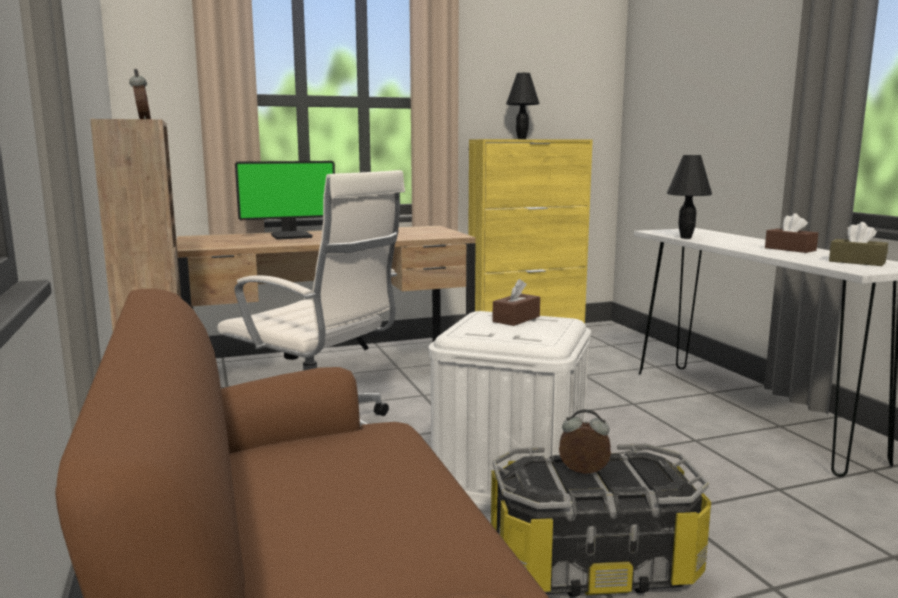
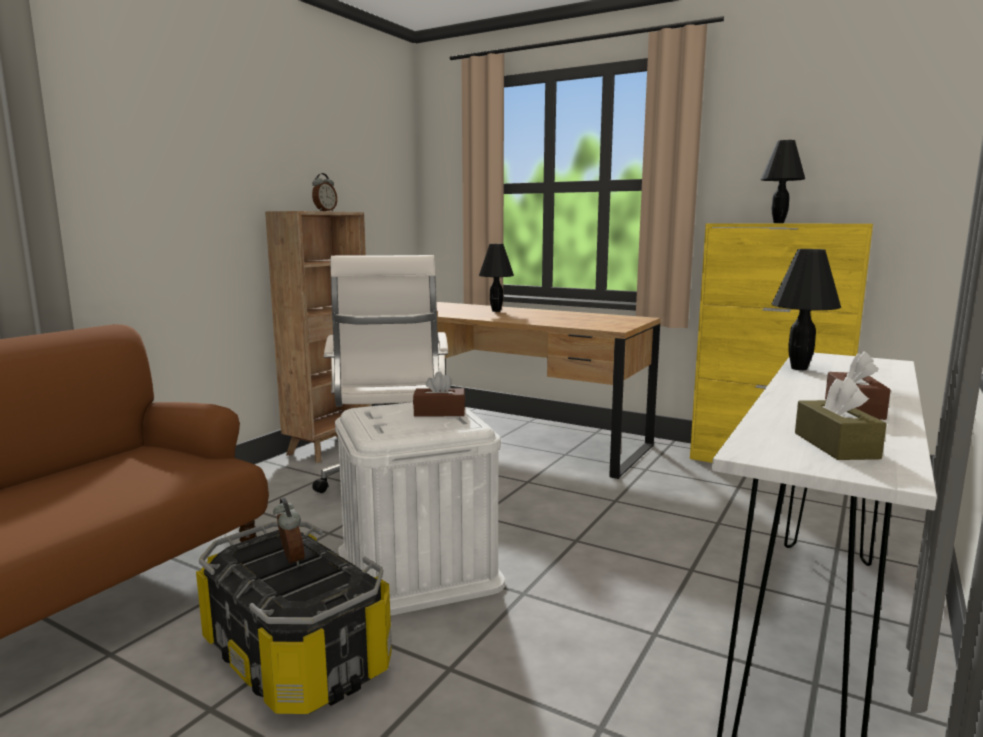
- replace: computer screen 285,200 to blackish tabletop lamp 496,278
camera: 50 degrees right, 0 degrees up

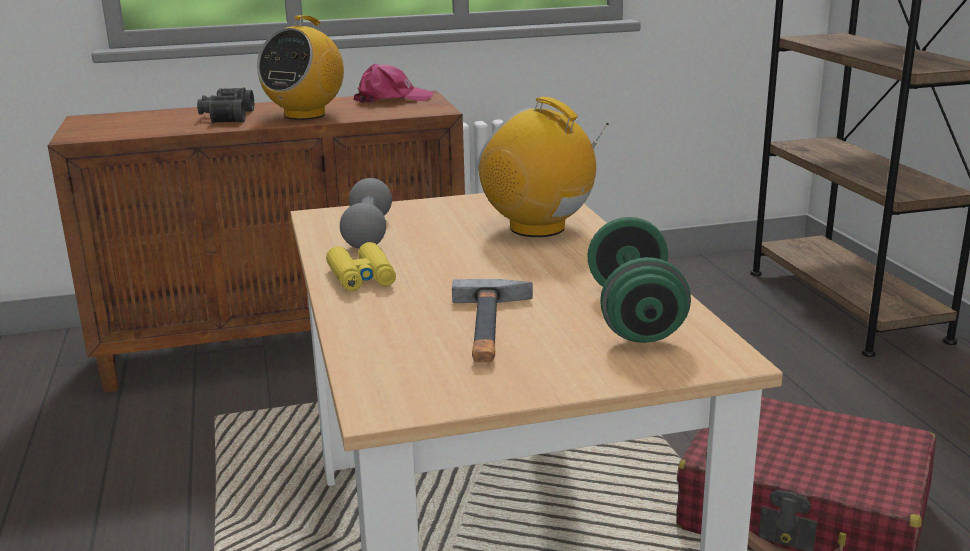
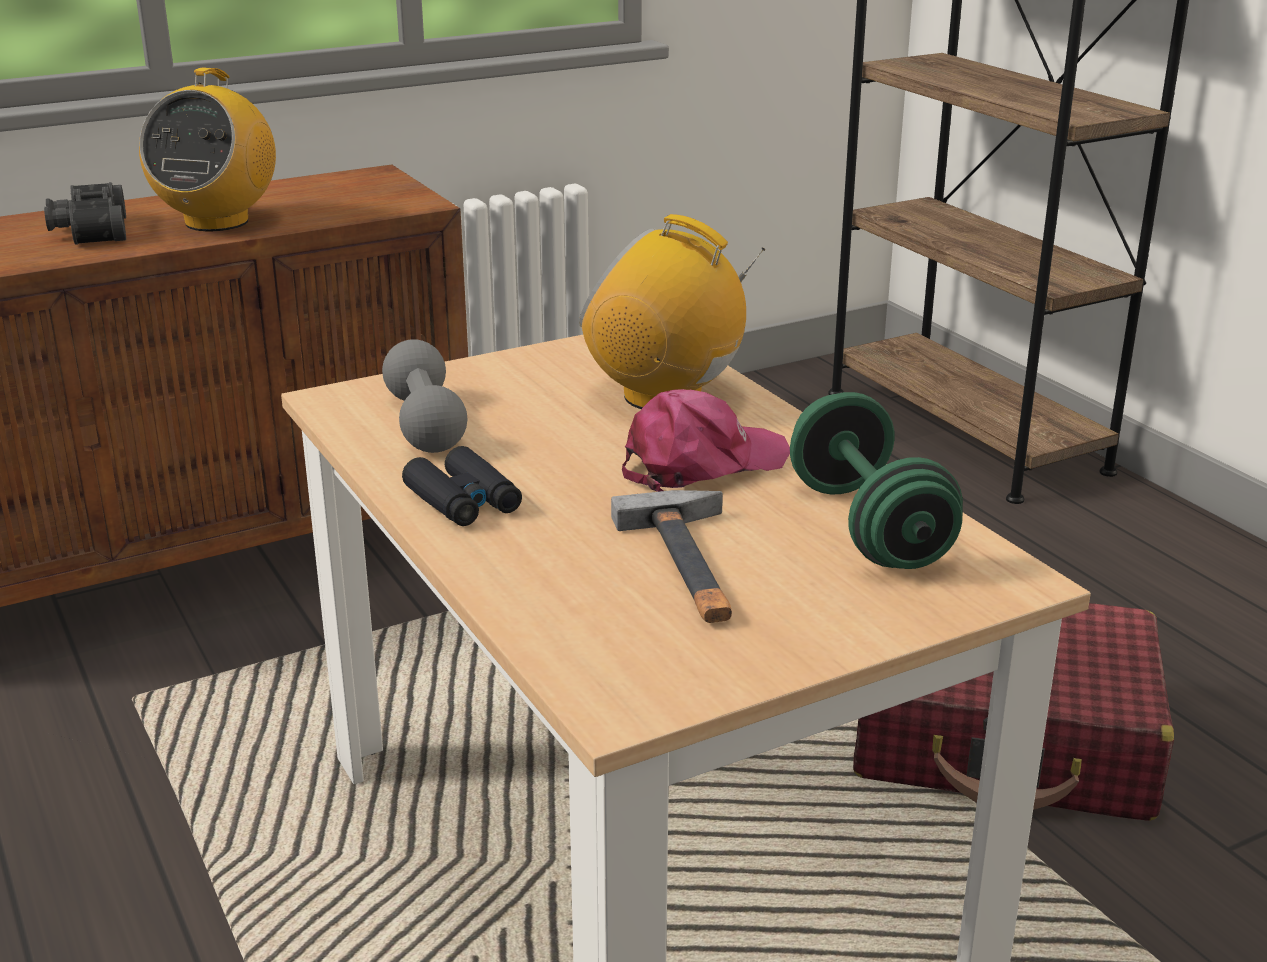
- move: pink cap 393,83 to 706,440
- recolor: yellow-coloured pair of binoculars 361,266 to blackish pair of binoculars 462,486
camera: 15 degrees left, 5 degrees up

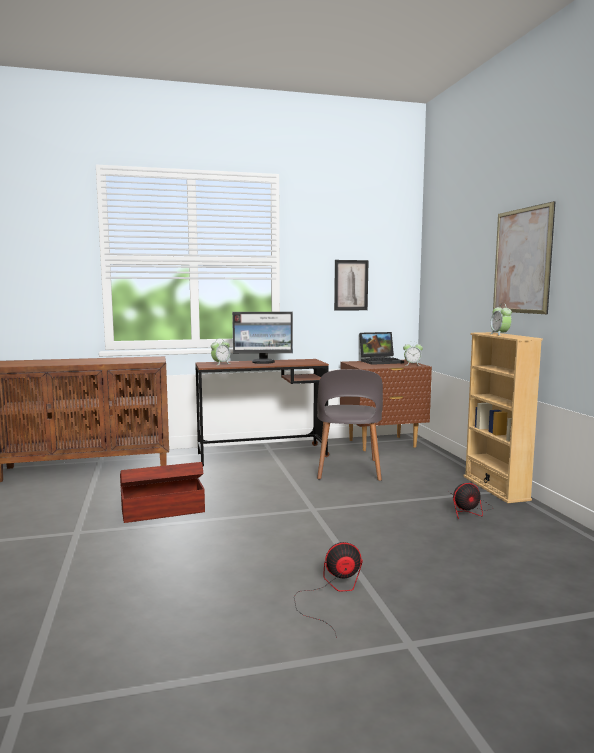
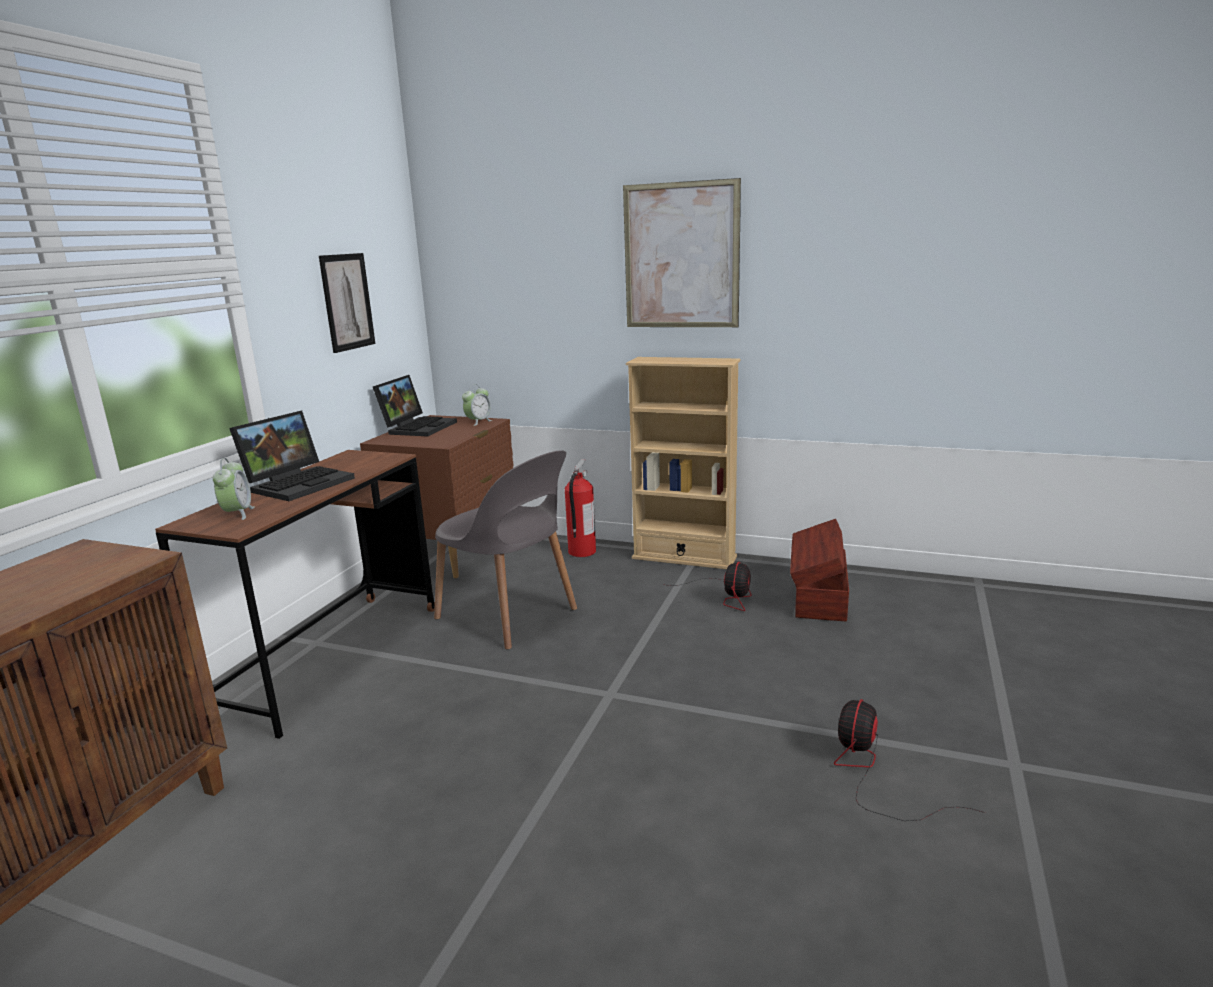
- delete: alarm clock 501,320
- insert: fire-fighting cylinder 580,508
- move: brown-coloured storage bin 162,492 to 819,570
- replace: computer screen 262,338 to notebook computer 292,455
camera: 55 degrees left, 10 degrees up

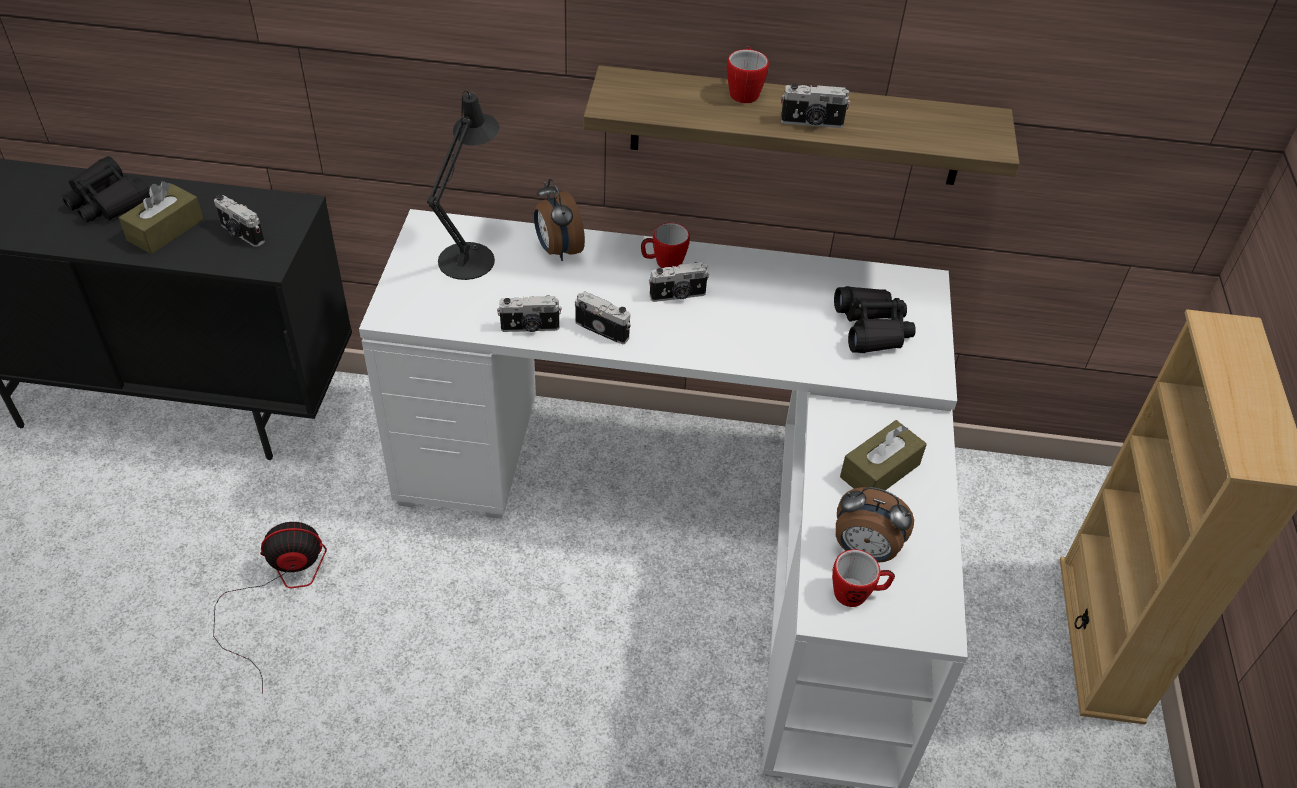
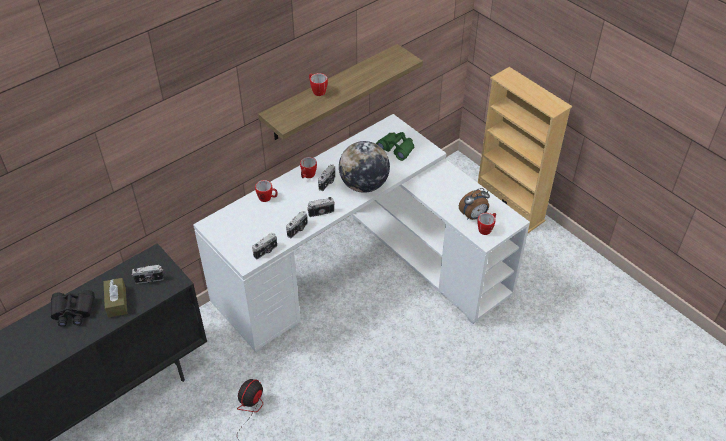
- delete: blackish tabletop lamp 463,185
- delete: brown-coloured tissue holder 883,455
- insert: world globe 364,167
- move: still camera 815,105 to 264,246
- replace: alarm clock 559,220 to coffee mug 266,191
- recolor: blackish pair of binoculars 875,319 to green pair of binoculars 395,146
camera: 45 degrees left, 0 degrees up

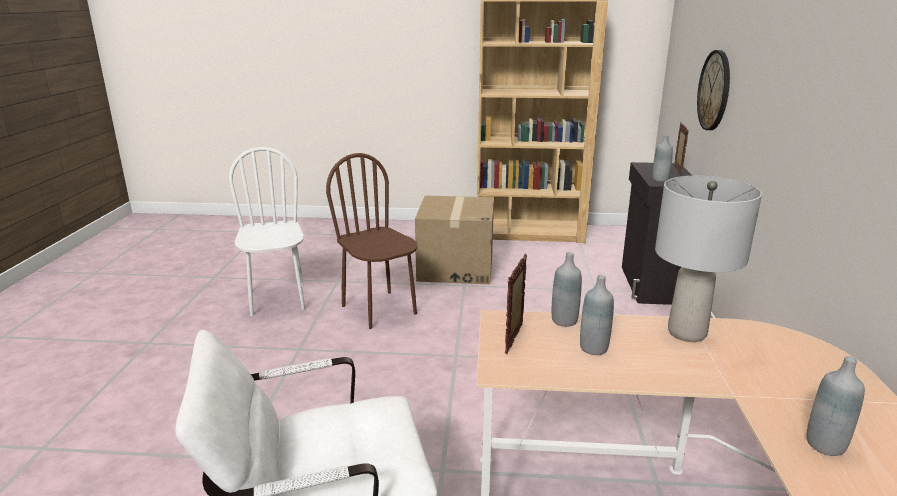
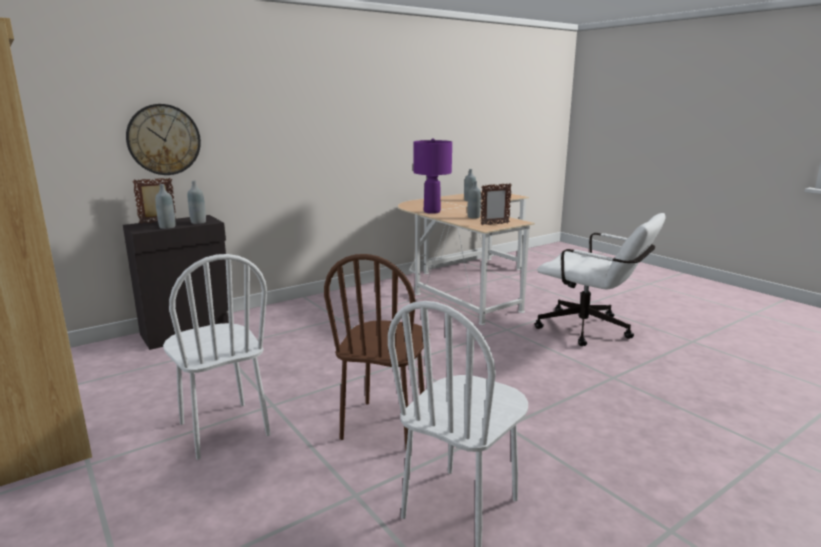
- move: greyish drink bottle 567,289 to 165,206
- replace: cardboard box 454,240 to white-coloured upright chair 217,357
- recolor: greyish tabletop lamp 708,259 to purplish tabletop lamp 432,176
camera: 130 degrees left, 5 degrees down

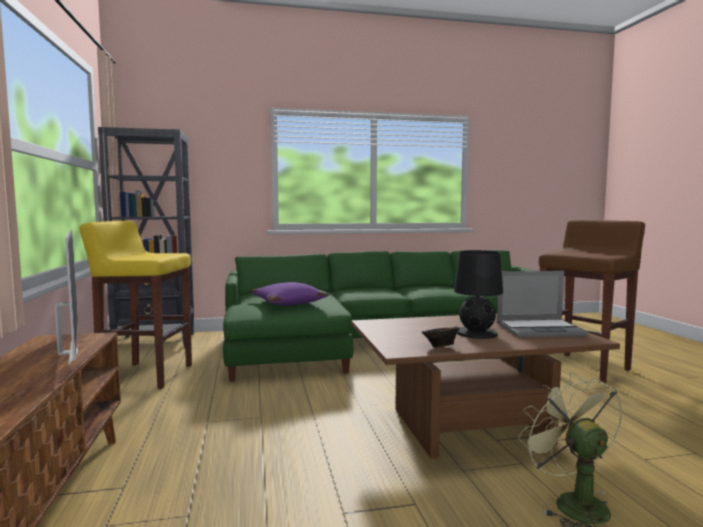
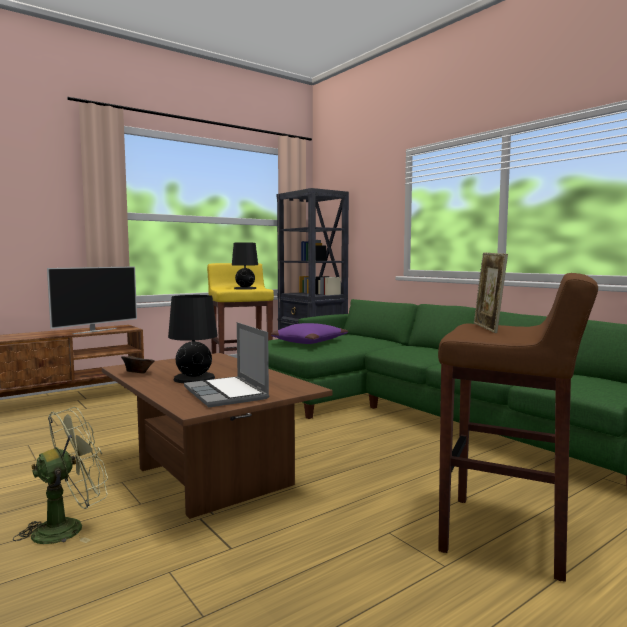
- insert: blackish tabletop lamp 245,266
- insert: picture frame 491,292
camera: 65 degrees right, 0 degrees up

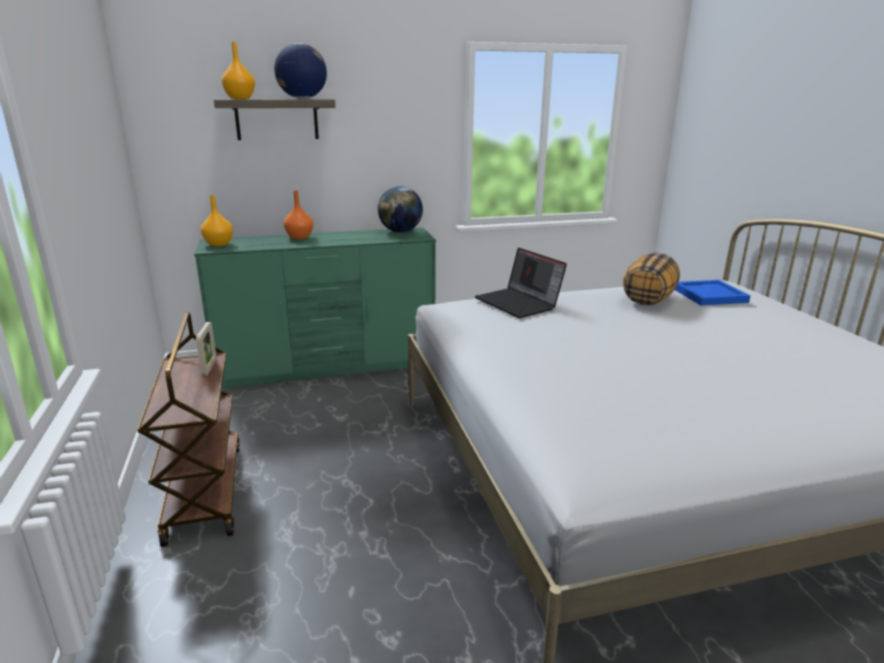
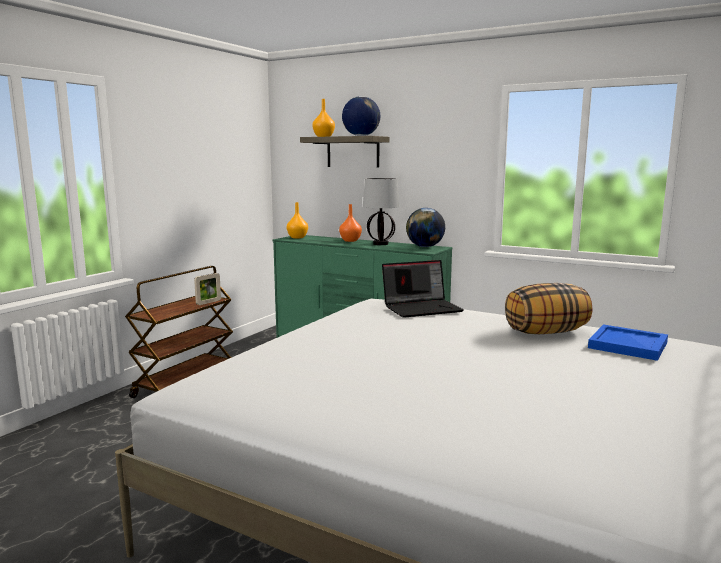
- insert: tabletop lamp 381,211
- rotate: notebook computer 521,283 = 423,289 120 degrees counterclockwise
camera: 45 degrees right, 10 degrees down

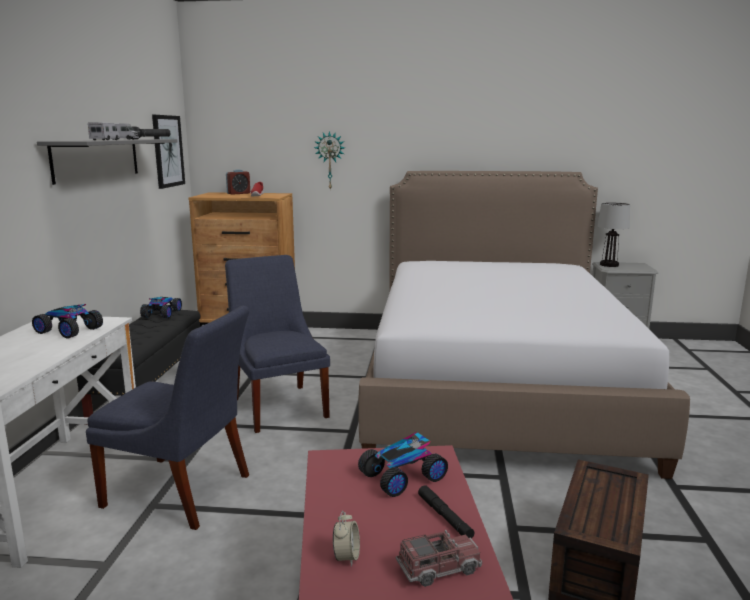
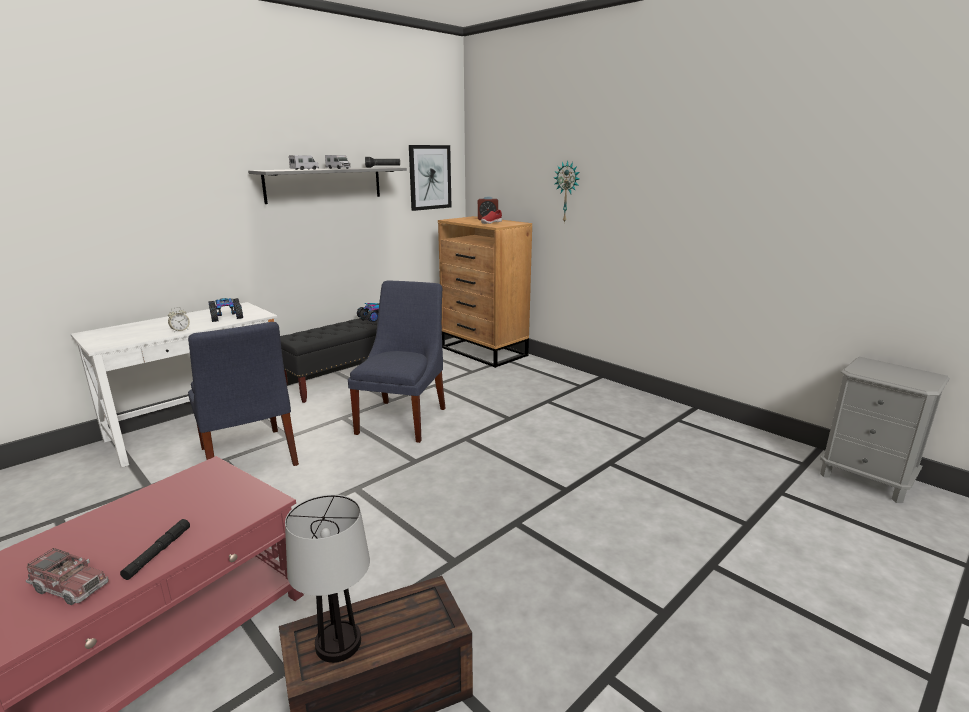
- delete: bed 524,325
- delete: miniature car 403,464
- move: alarm clock 346,538 to 179,320
- move: tabletop lamp 613,234 to 327,578
camera: 40 degrees right, 5 degrees up

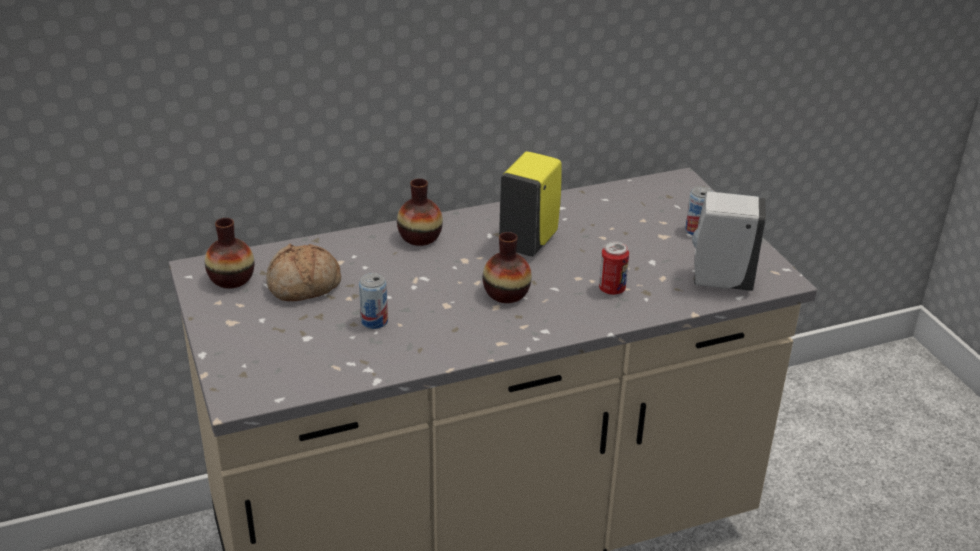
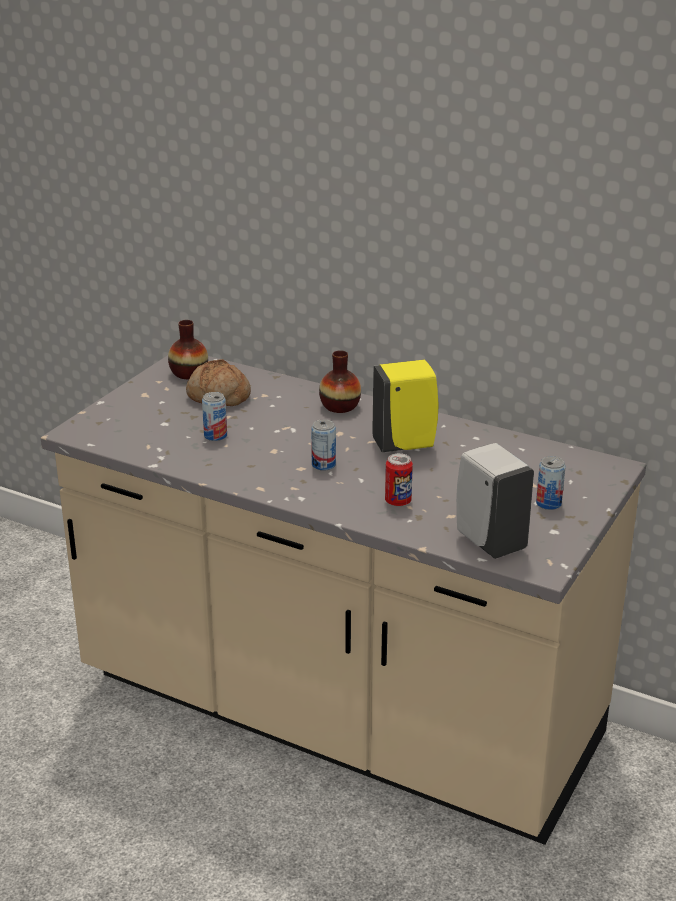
- replace: flower vase 507,267 to metal can 323,445
camera: 50 degrees right, 5 degrees down

